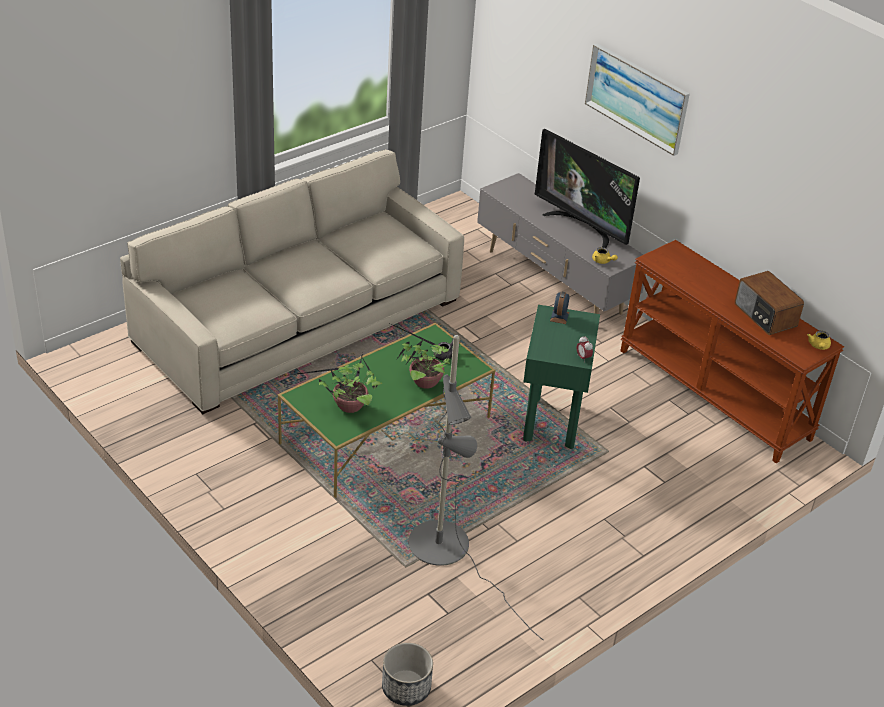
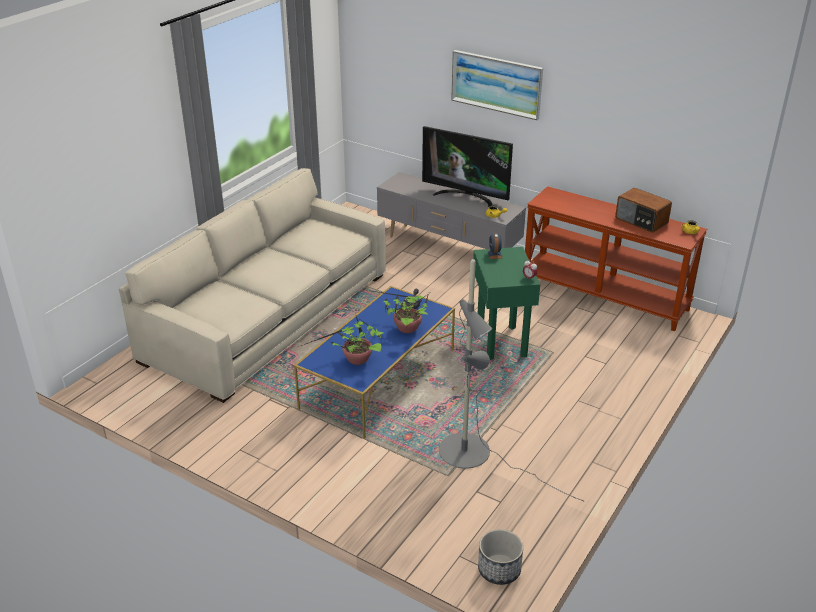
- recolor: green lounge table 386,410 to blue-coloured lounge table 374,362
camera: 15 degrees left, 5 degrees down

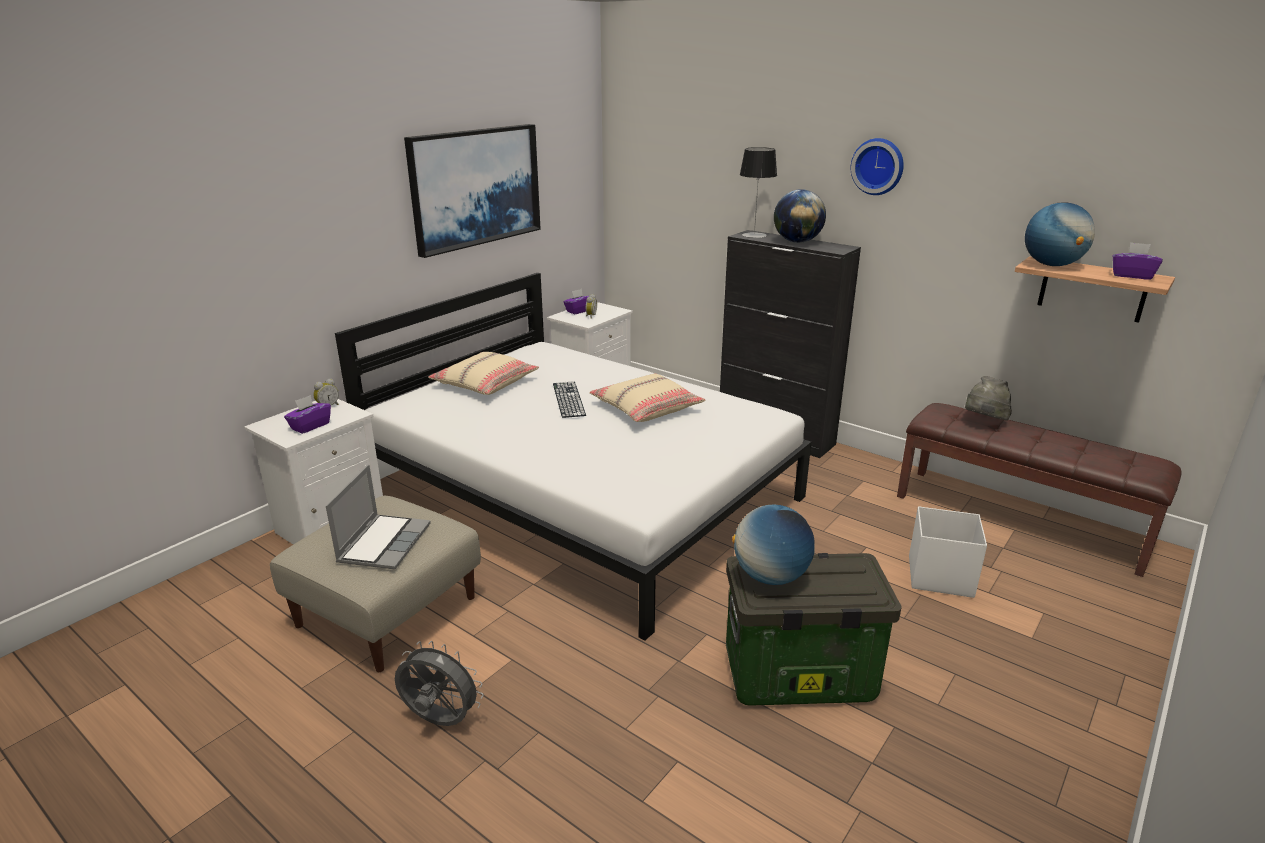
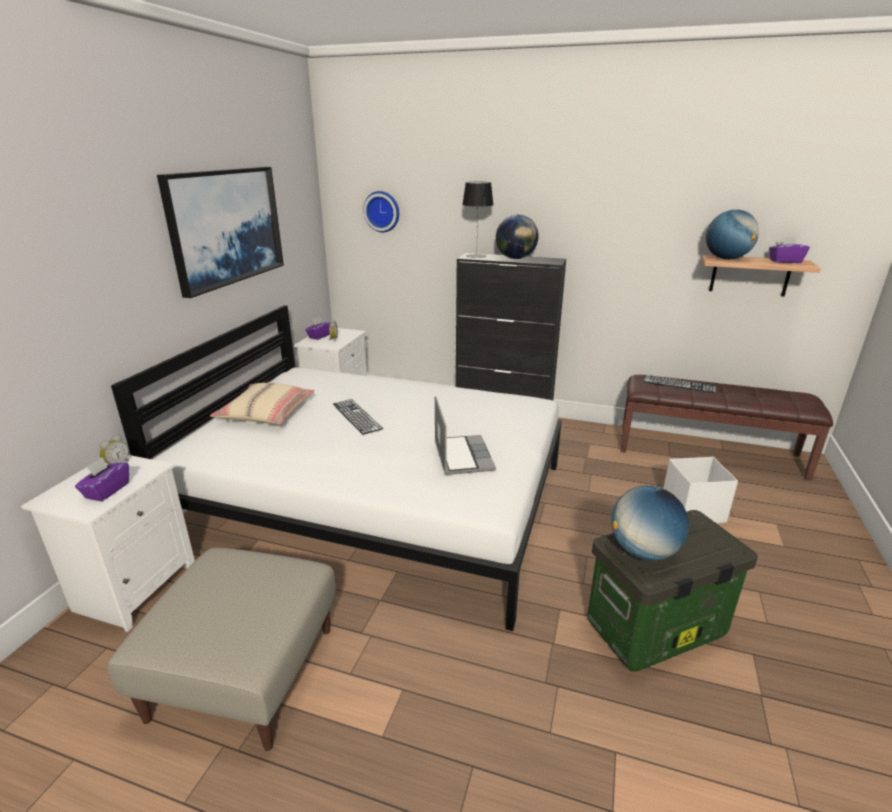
- delete: greyish cooling fan 439,683
- delete: beige pillow 647,397
- move: notebook computer 378,516 to 465,435
- move: wall clock 877,166 to 381,211
- replace: greyish wearable hat 988,398 to keyboard 680,384
camera: 20 degrees left, 0 degrees up

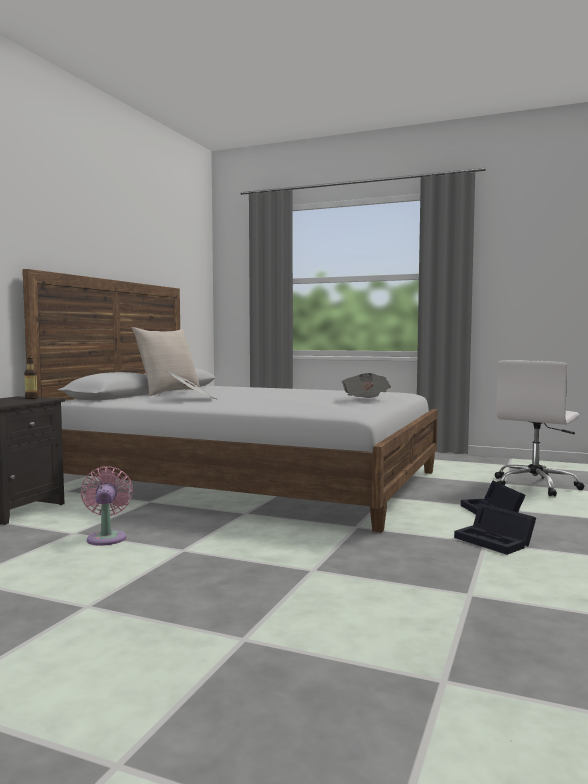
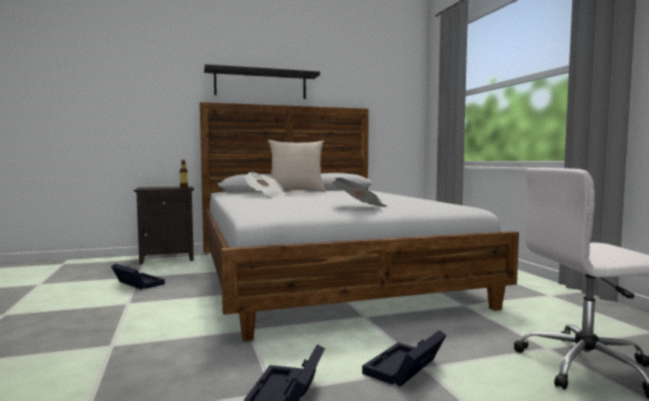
- insert: blackish bracket shelf 262,81
- replace: pink cooling fan 107,506 to blackish storage bin 138,276
camera: 50 degrees right, 0 degrees up

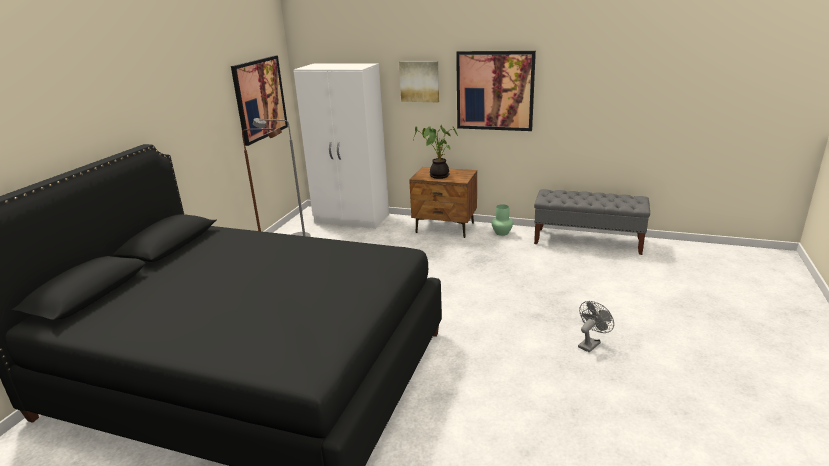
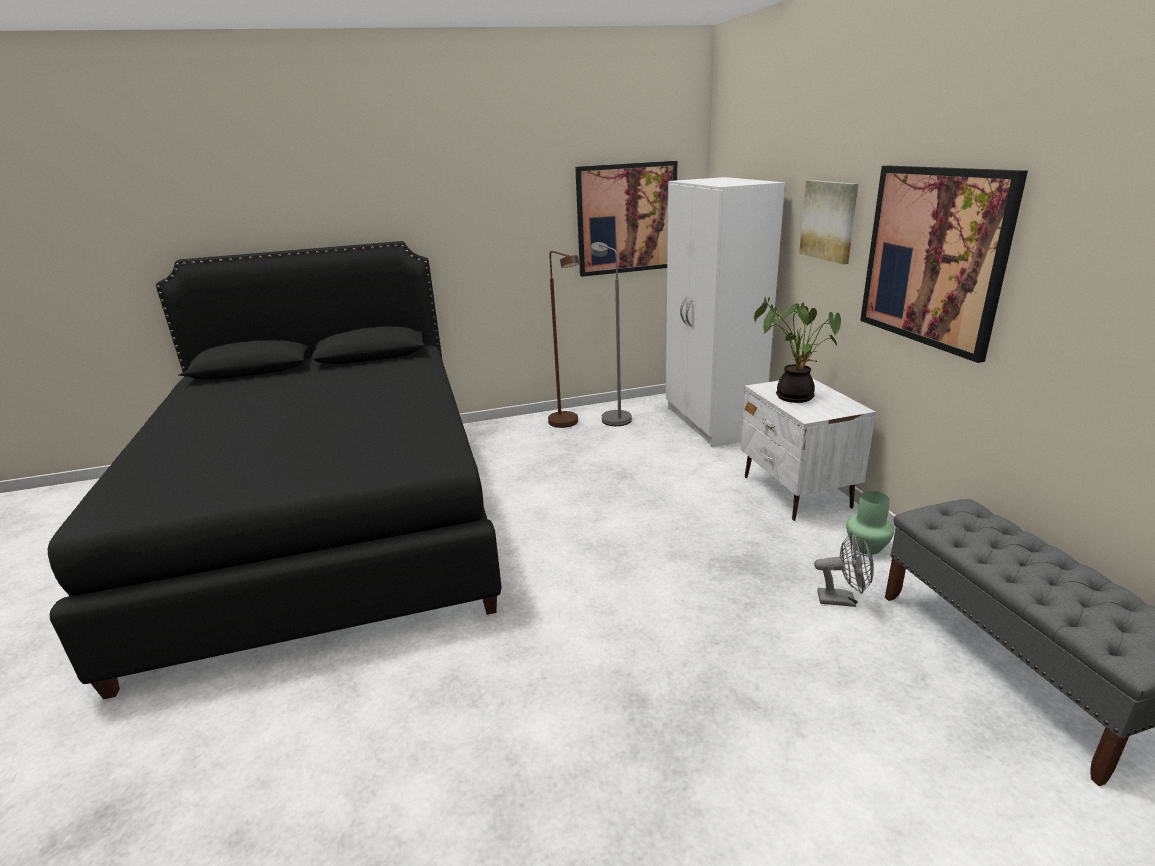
- move: greyish cooling fan 596,326 to 844,569
- recolor: brown-coloured bedside table 443,202 to white-coloured bedside table 808,449
camera: 55 degrees right, 0 degrees up

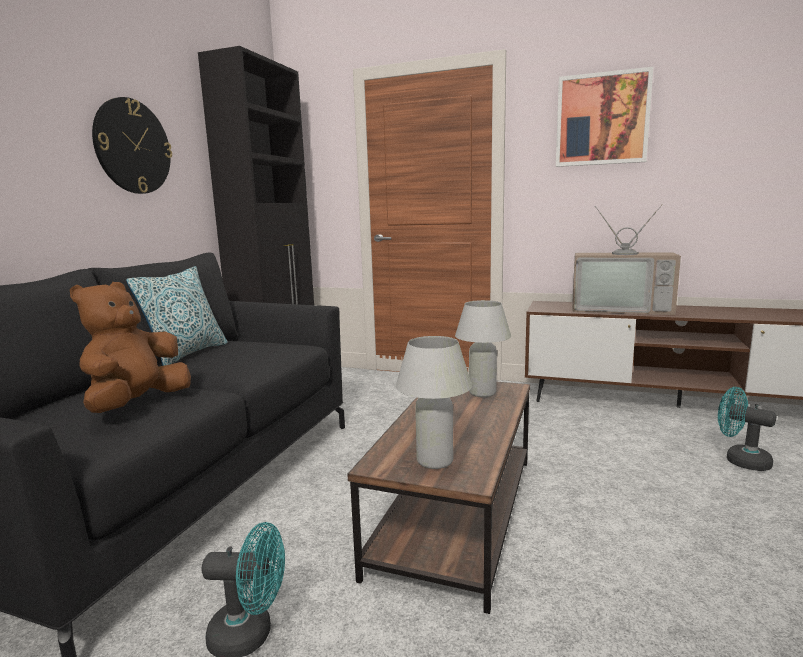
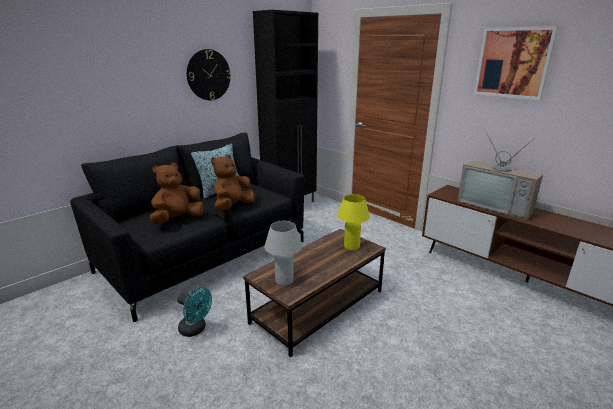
- delete: blue-green cooling fan 747,429
- insert: brown-coloured cuddly toy 233,183
- recolor: white-coloured tabletop lamp 483,348 to yellow-coloured tabletop lamp 353,222
camera: 25 degrees right, 10 degrees up

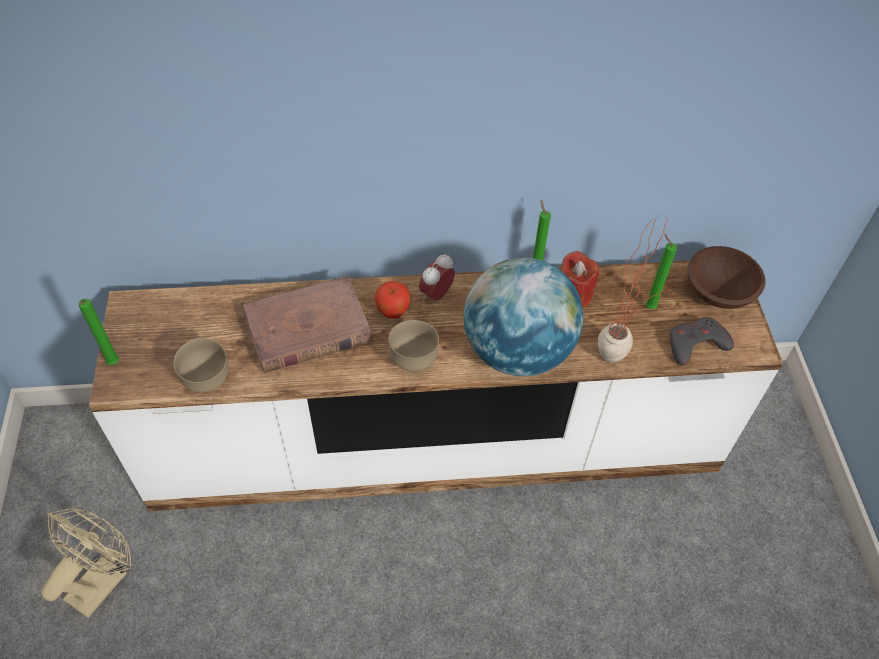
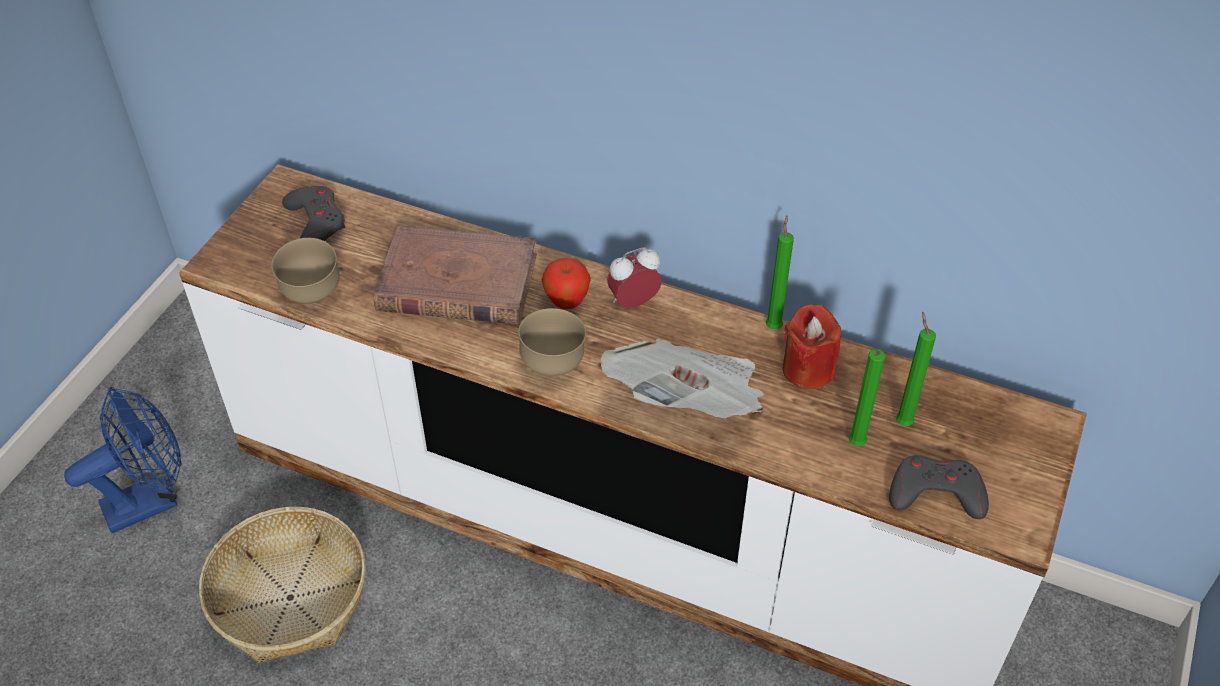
- delete: houseplant 641,290
- delete: brown-coloured deep dish 726,277
- insert: basket 282,585
- insert: greyish joypad 313,213
- move: green candle 98,332 to 866,397
- replace: world globe 523,316 to daily paper 682,378
- recolor: beige cooling fan 86,563 to blue-coloured cooling fan 123,460
camera: 30 degrees right, 5 degrees down

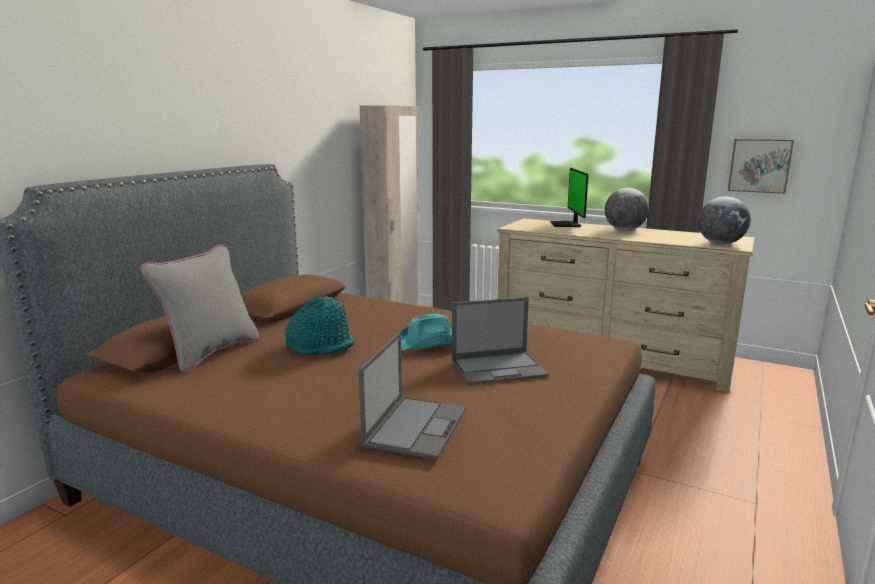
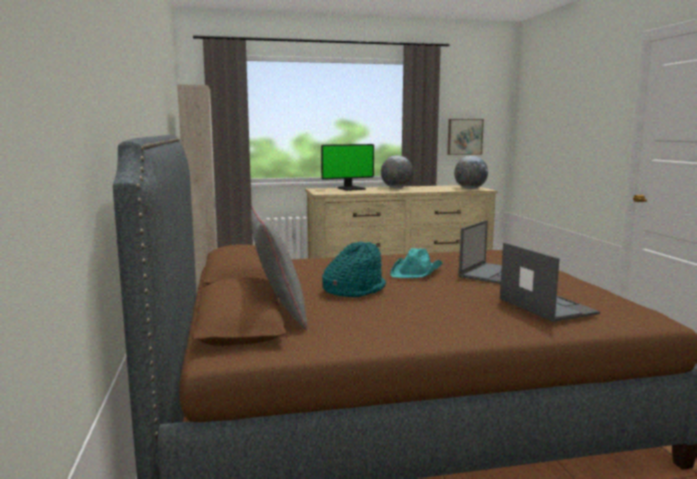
- rotate: computer screen 569,197 = 347,167 75 degrees counterclockwise
camera: 40 degrees left, 5 degrees down

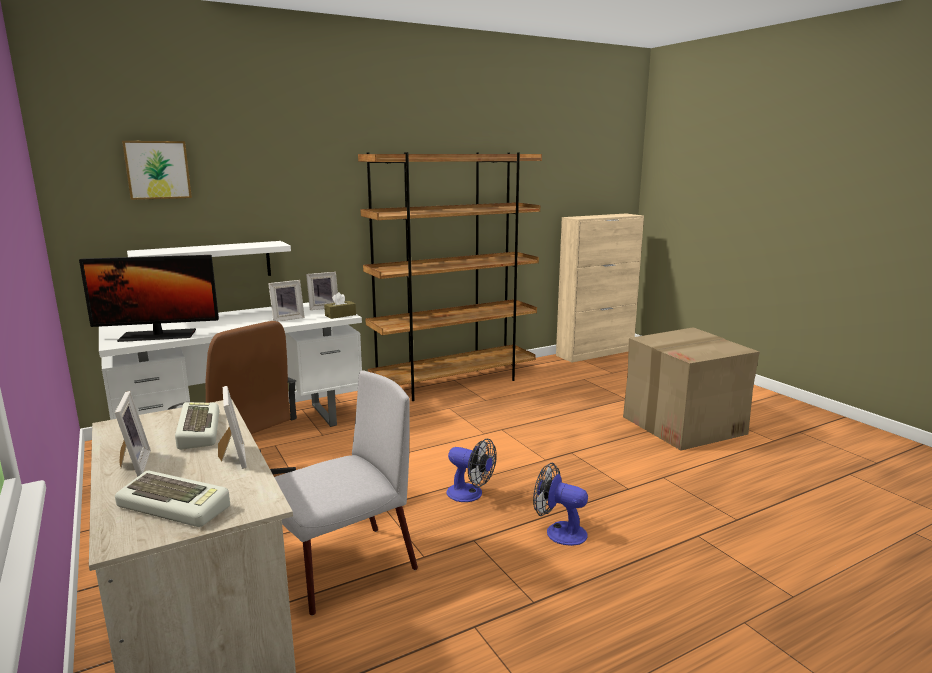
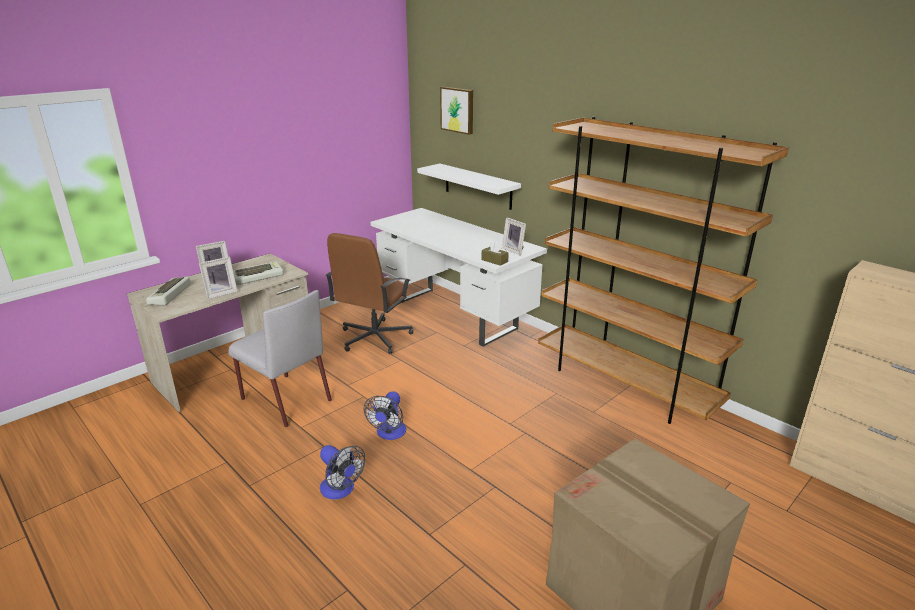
- delete: computer screen 149,298
- delete: picture frame 286,301
- rotate: cooling fan 560,504 = 342,472 120 degrees clockwise
camera: 75 degrees right, 10 degrees up

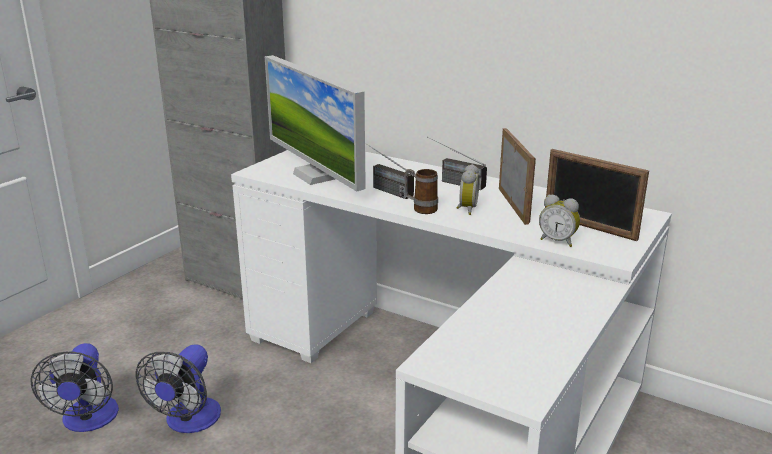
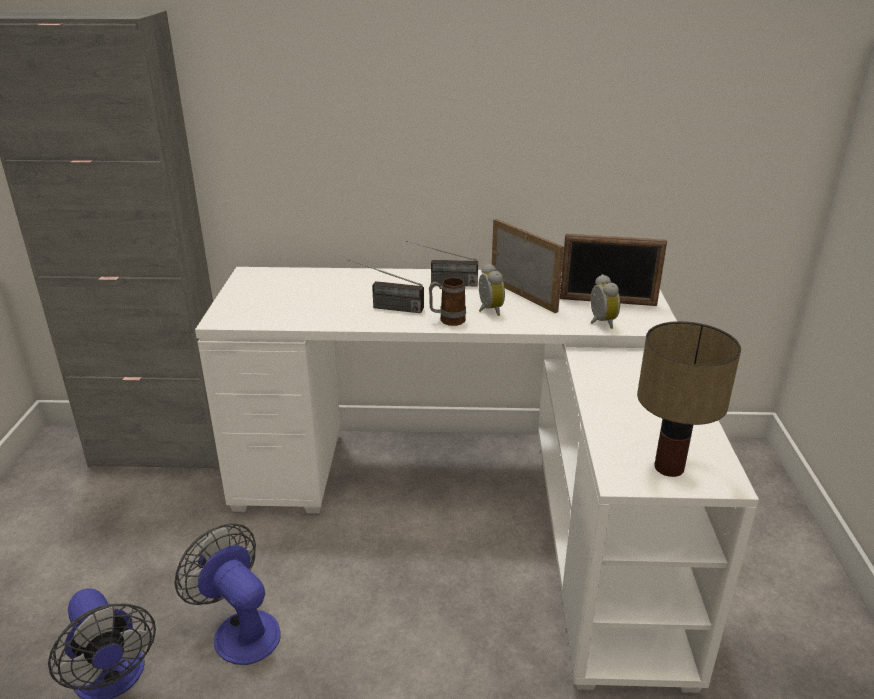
- delete: computer screen 315,123
- insert: tabletop lamp 689,399
- rotate: cooling fan 178,388 = 228,594 150 degrees clockwise
- rotate: alarm clock 559,220 = 605,301 105 degrees counterclockwise
camera: 30 degrees left, 5 degrees up

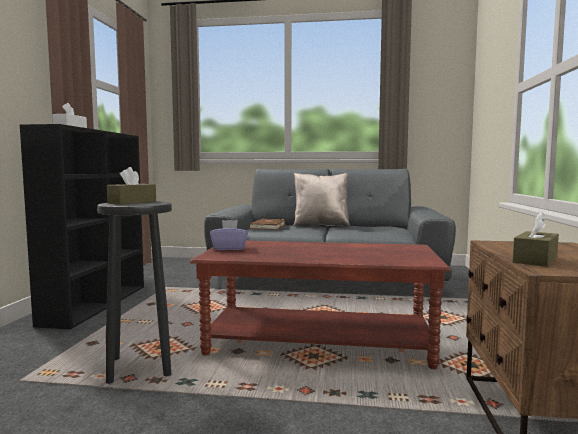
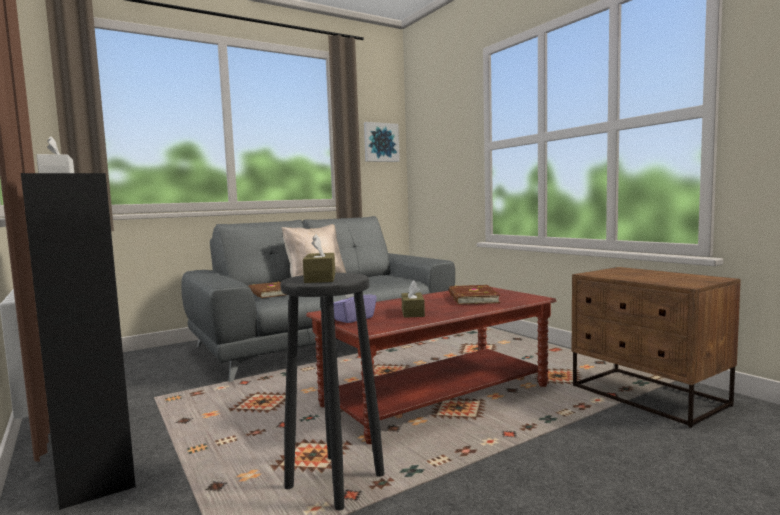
- insert: wall art 382,142
- insert: brown-coloured bound book 474,295
- move: brown-coloured tissue holder 535,239 to 413,299
camera: 40 degrees left, 0 degrees up

